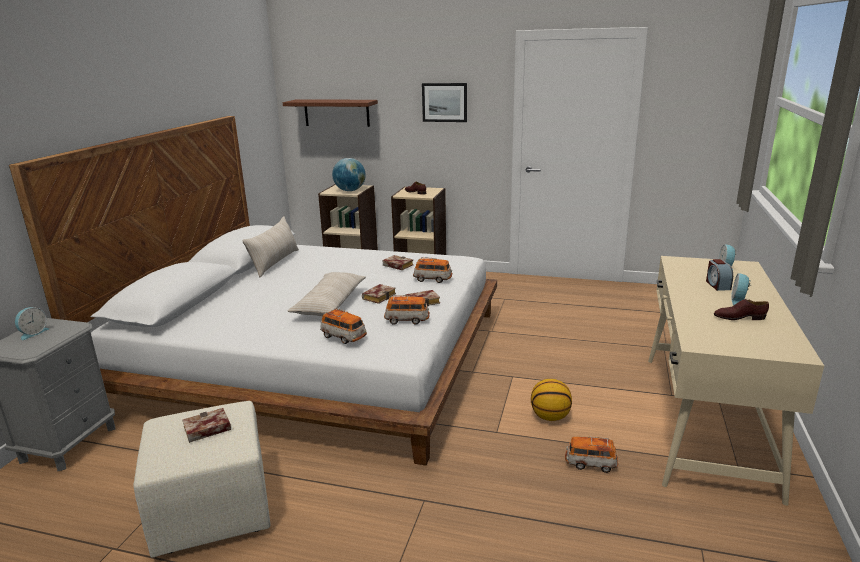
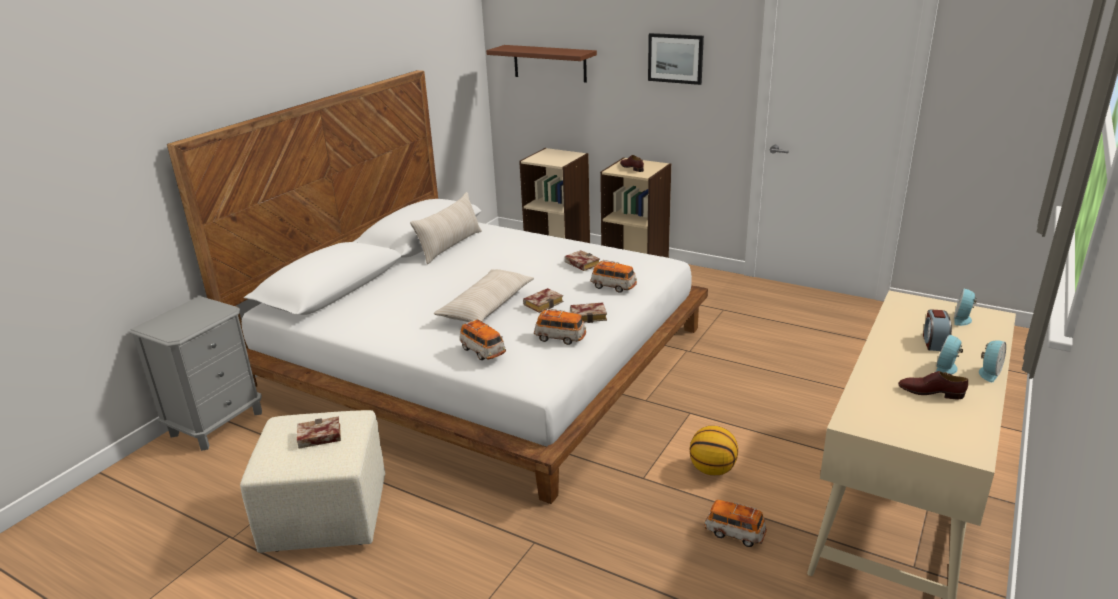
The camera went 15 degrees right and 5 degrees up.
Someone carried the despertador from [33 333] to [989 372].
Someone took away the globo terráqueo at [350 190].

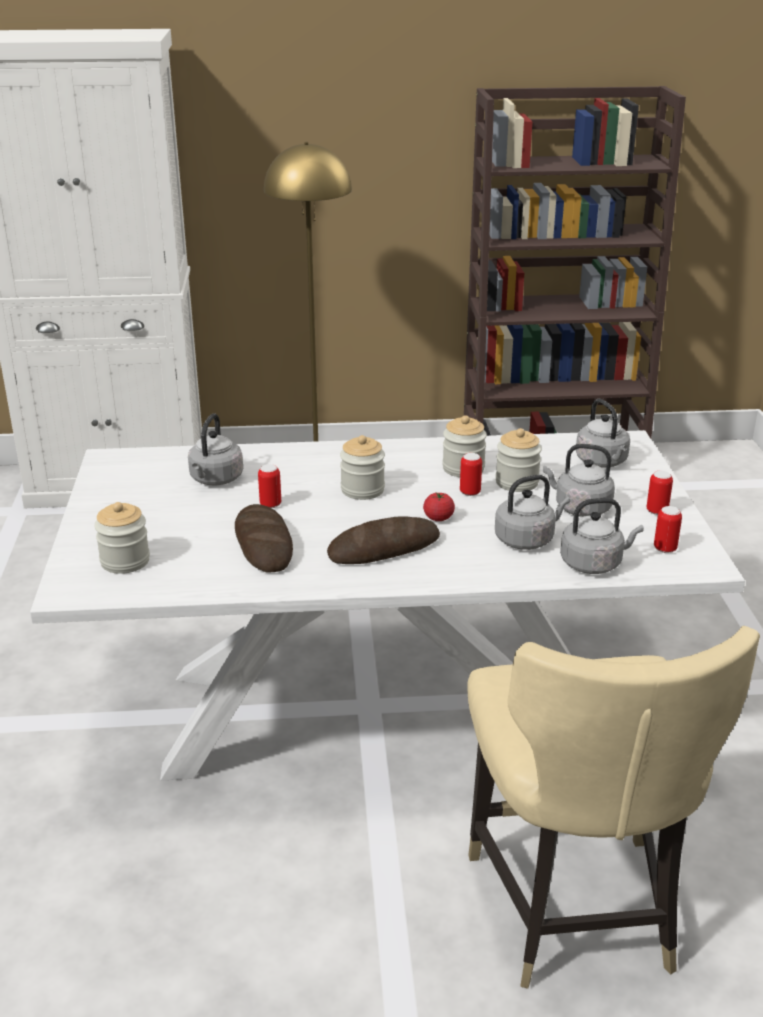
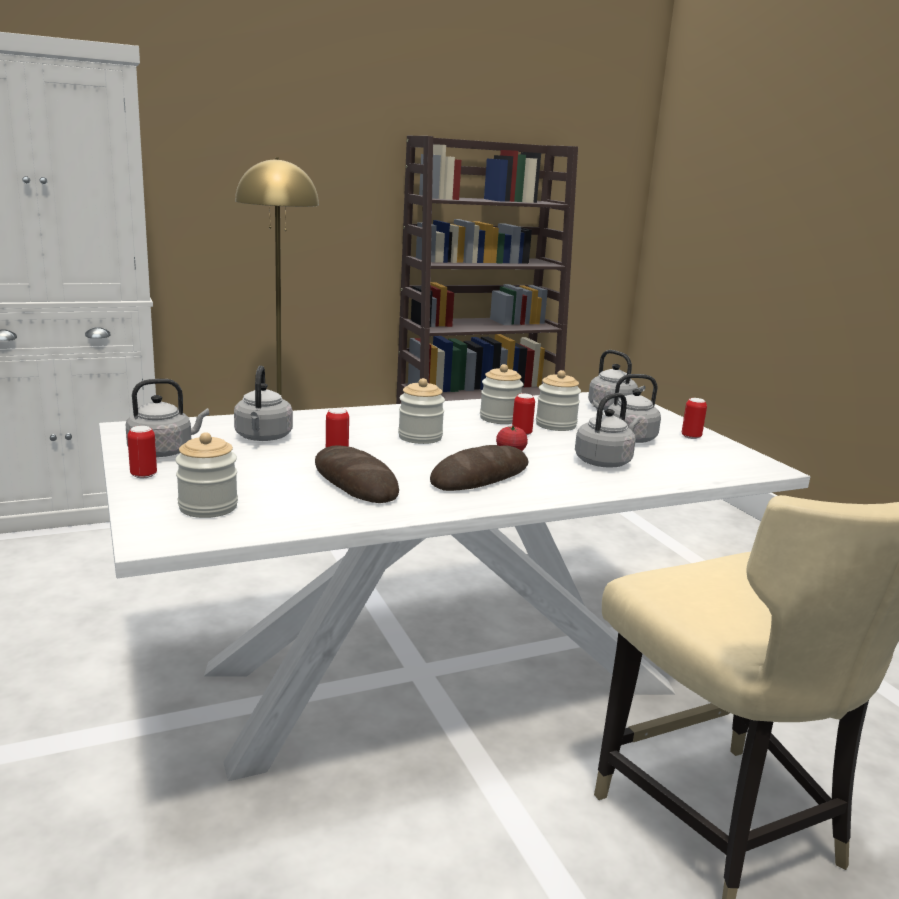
The camera went 20 degrees left and 10 degrees down.
Someone carried the hervidor/gris from [594 563] to [164 451].
Someone carried the lata from [665 549] to [143 475].

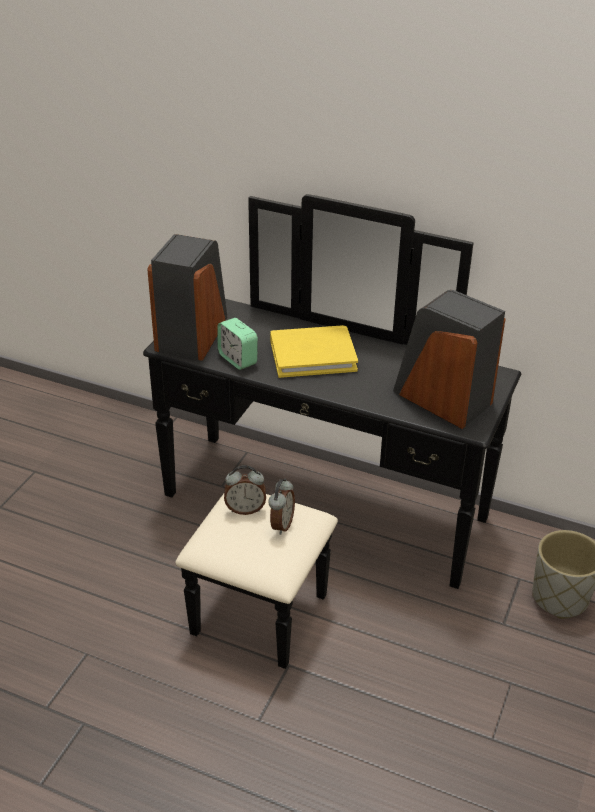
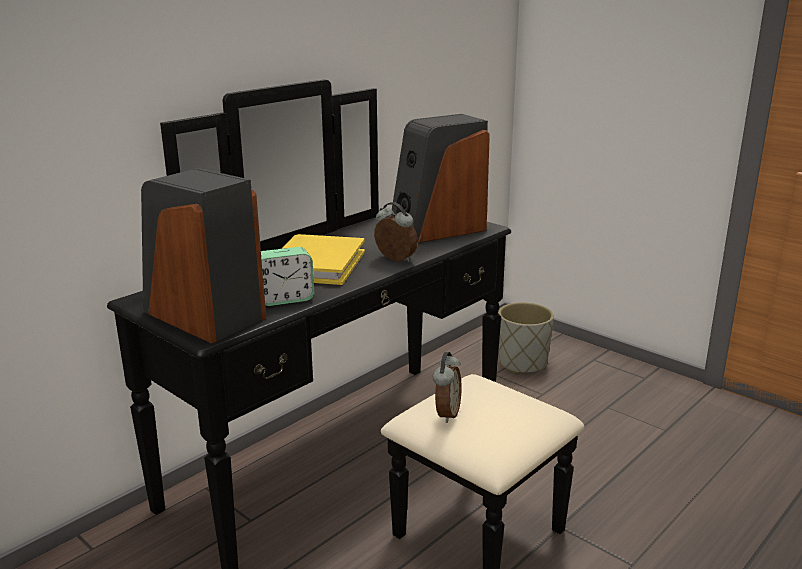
The camera went 70 degrees left and 15 degrees down.
Someone carried the despertador from [281 524] to [395 260].

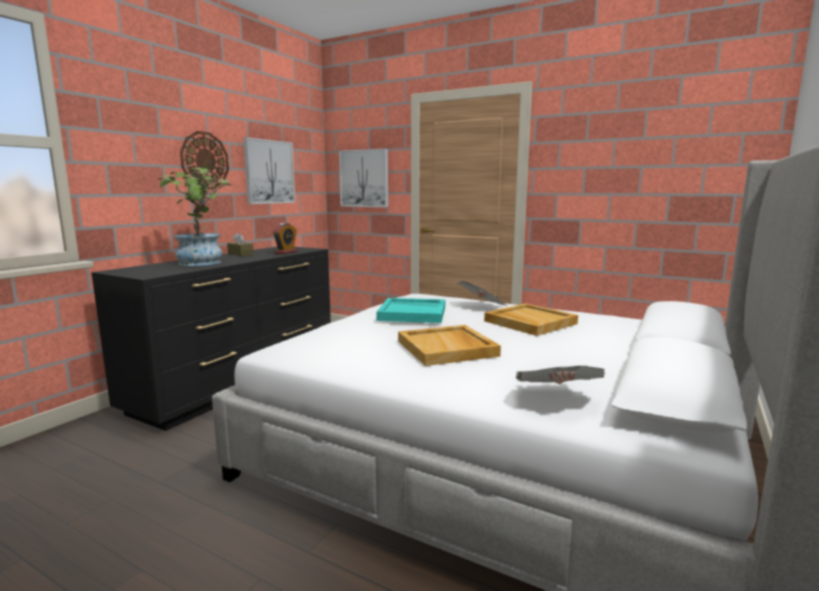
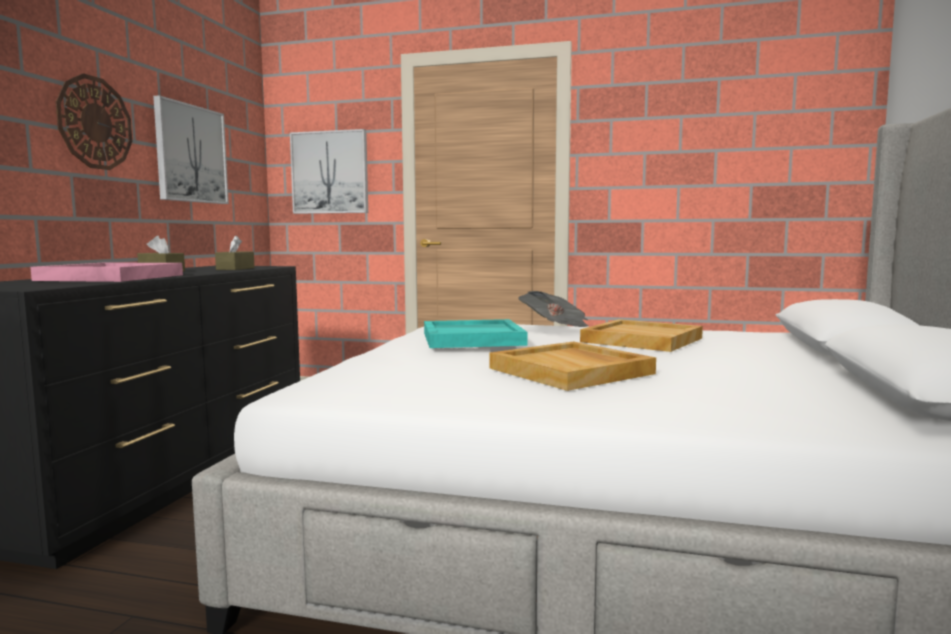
The camera went 15 degrees left and 5 degrees down.
Someone swapped the planta en maceta at [203 263] for the bandeja/rosa at [112 278].
Someone swapped the despertador at [286 252] for the caja de pañuelos/marrón at [235 269].
Someone took away the periódico at [556 398].

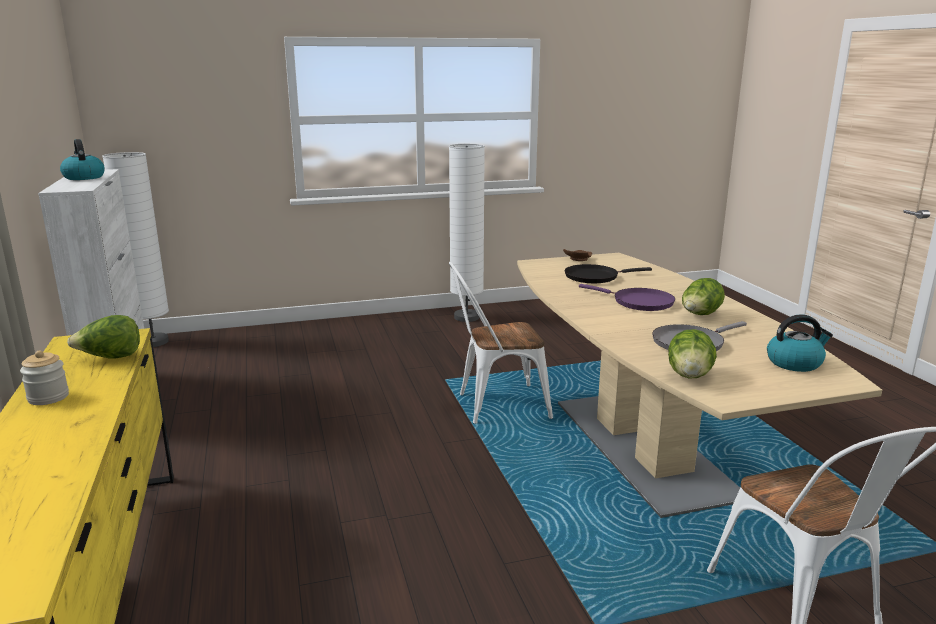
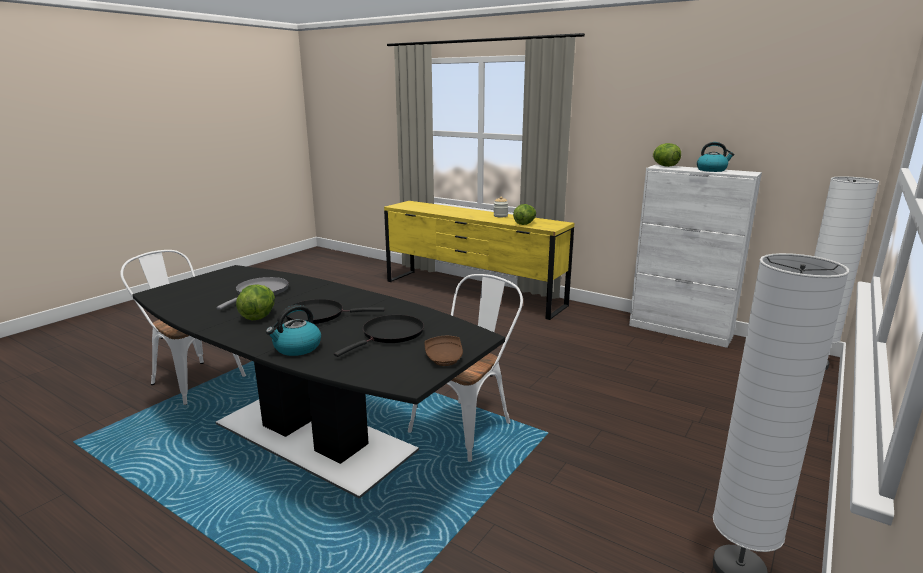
The camera went 140 degrees right and 0 degrees up.
Someone repainted the mesa de comedor/beis at [642 447], which became the mesa de comedor/negro at [314 438].
Someone carried the hervidor from [795 363] to [297 348].
Someone repainted the sartén/morado at [639 302], which became the sartén/negro at [319 315].
Someone carried the lechuga from [689 375] to [664 166].

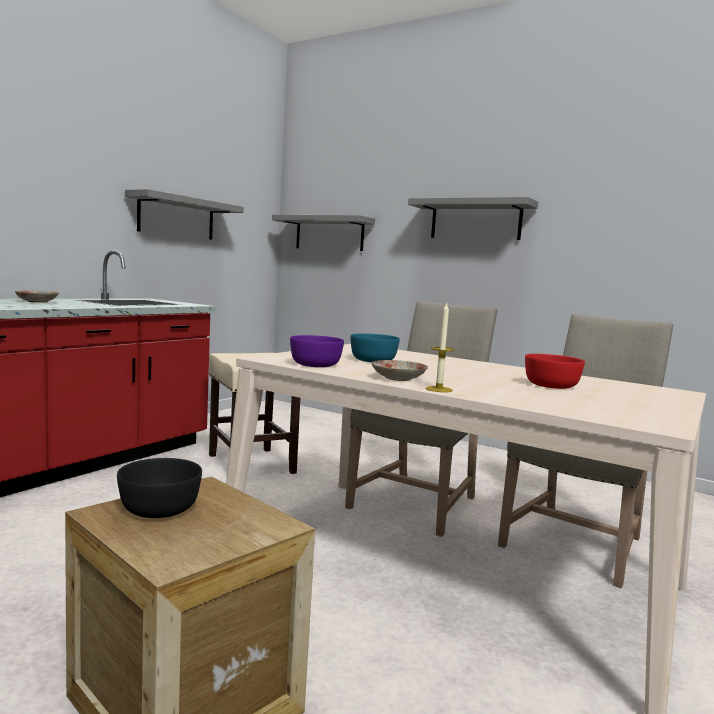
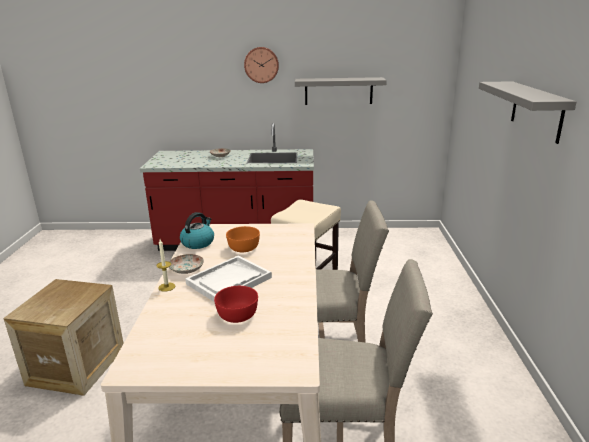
The camera went 60 degrees right and 15 degrees up.
Someone swapped the cuenco/morado at [315 365] for the hervidor at [198 242].
Someone put down the bandeja/blanco at [229 281].
Someone repainted the cuenco/turquesa at [373 360], which became the cuenco/naranja at [243 248].
Someone put up the reloj de pared at [261 65].
Someone took away the cuenco/negro at [159 509].
Someone took away the estante/gris at [329 233].

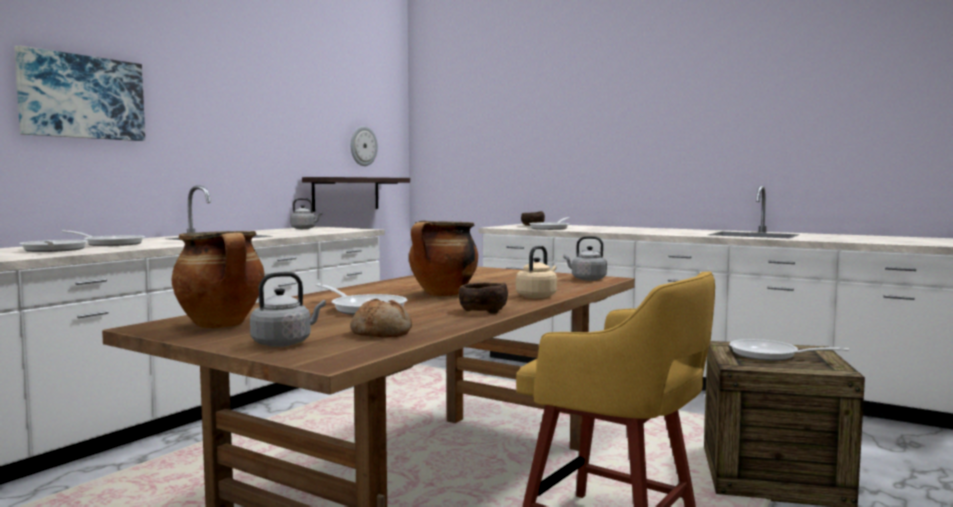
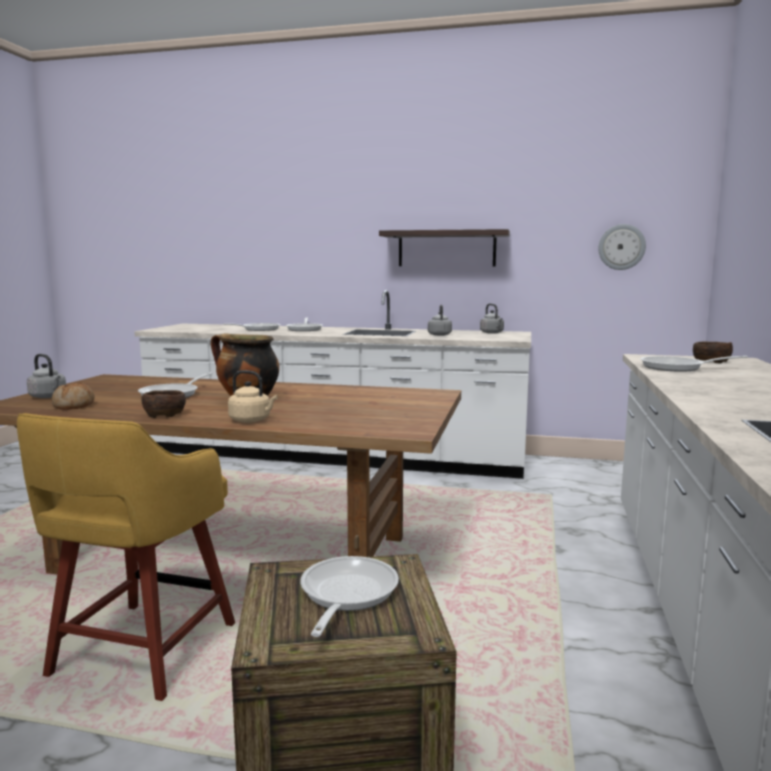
The camera went 70 degrees right and 5 degrees up.
Someone carried the estante from [346 193] to [446 249].
Someone carried the hervidor/gris from [586 279] to [439 334].
Someone took away the cuadro at [82 97].
Someone took away the olla at [222 325].

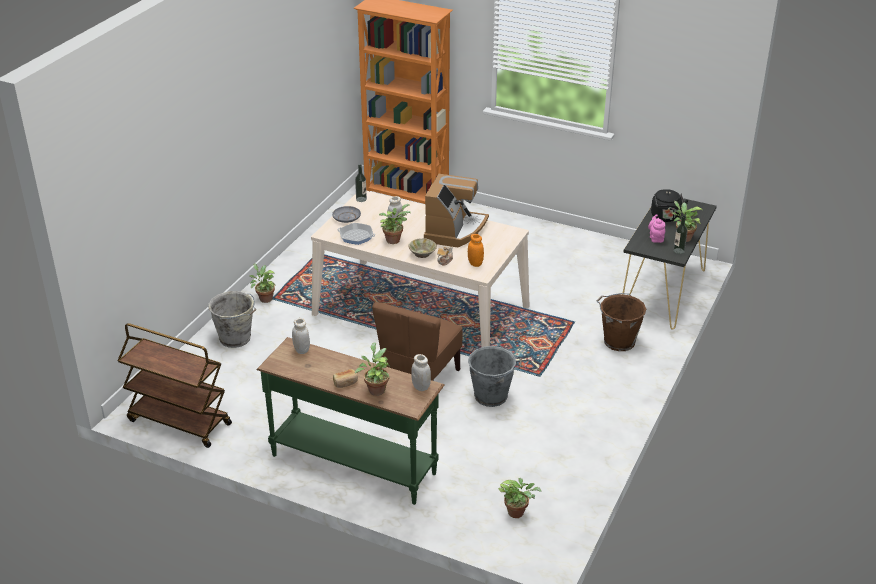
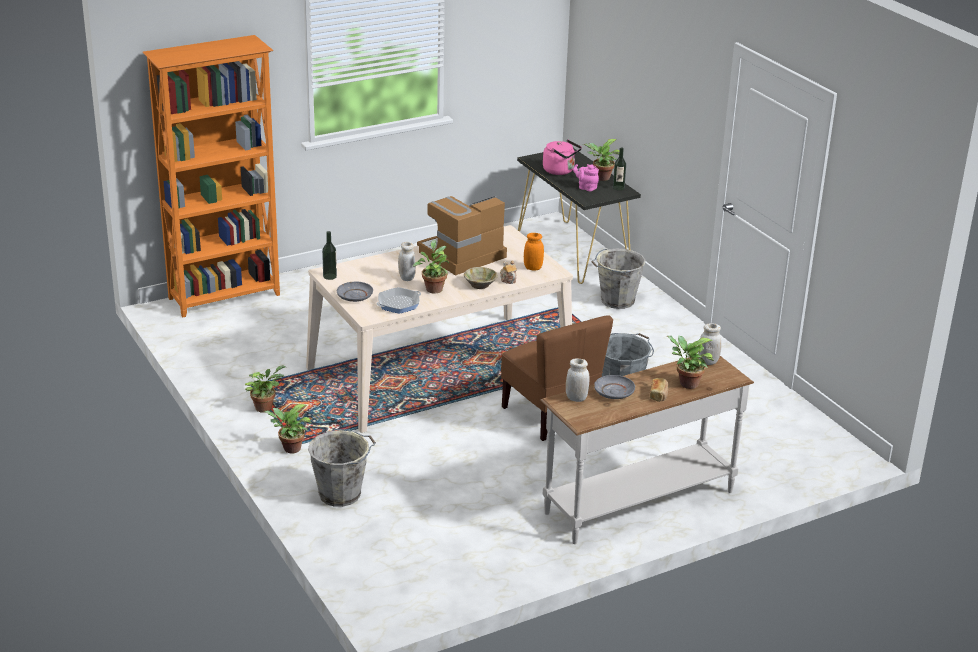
The camera went 55 degrees left and 5 degrees down.
Someone carried the planta en maceta from [518 512] to [265 407].
Someone rotated the cafetera at [454 231] by 90 degrees counterclockwise.
Someone repainted the mesa consola/verde at [354 463], which became the mesa consola/blanco at [638 501].
Someone repainted the hervidor/negro at [666 217], which became the hervidor/rosa at [560 171].
Someone repainted the cubo/marrón at [618 341], which became the cubo/gris at [616 301].
Someone put down the plato/gris at [614 392].
Someone took away the carrito/marrón at [178 422].

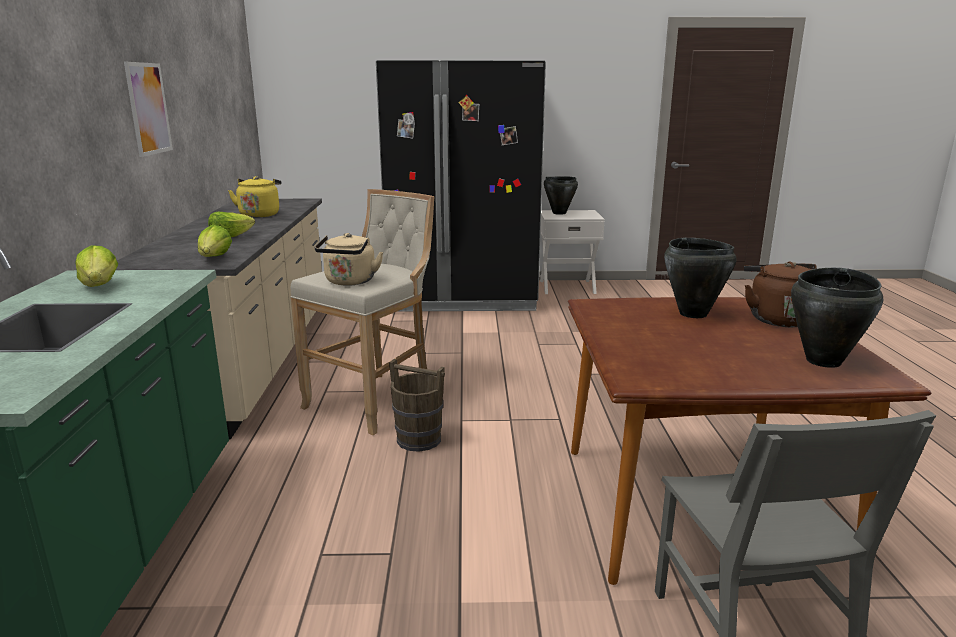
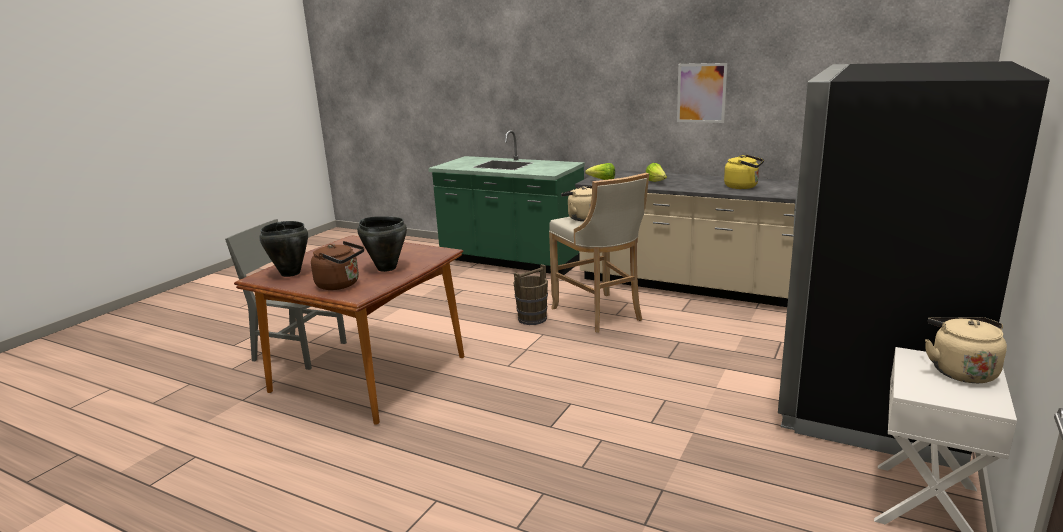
The camera went 120 degrees right and 0 degrees up.
Someone swapped the olla/negro at [559 213] for the hervidor/beis at [960 371].
Someone took away the lechuga at [100 286].

